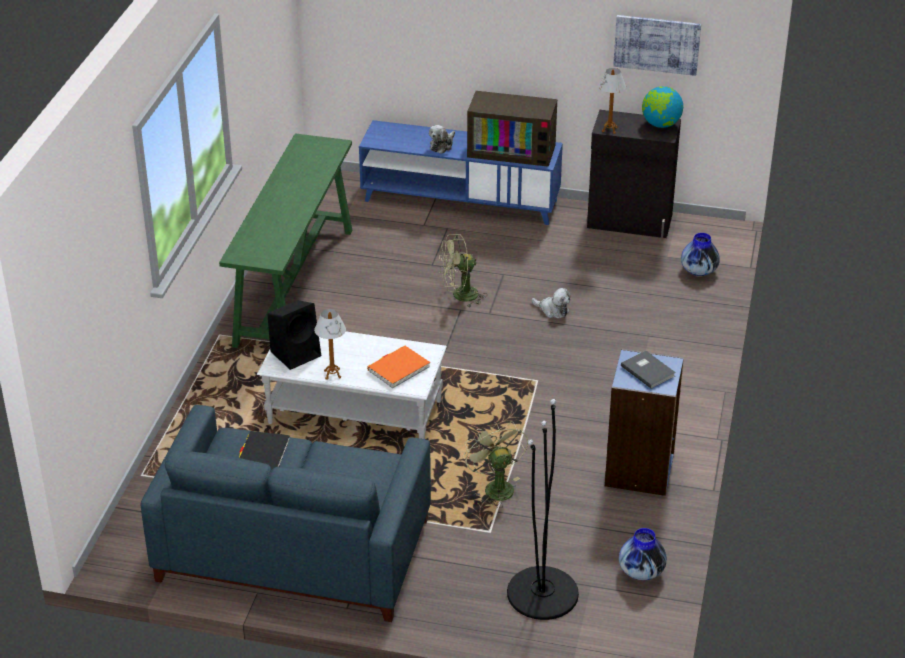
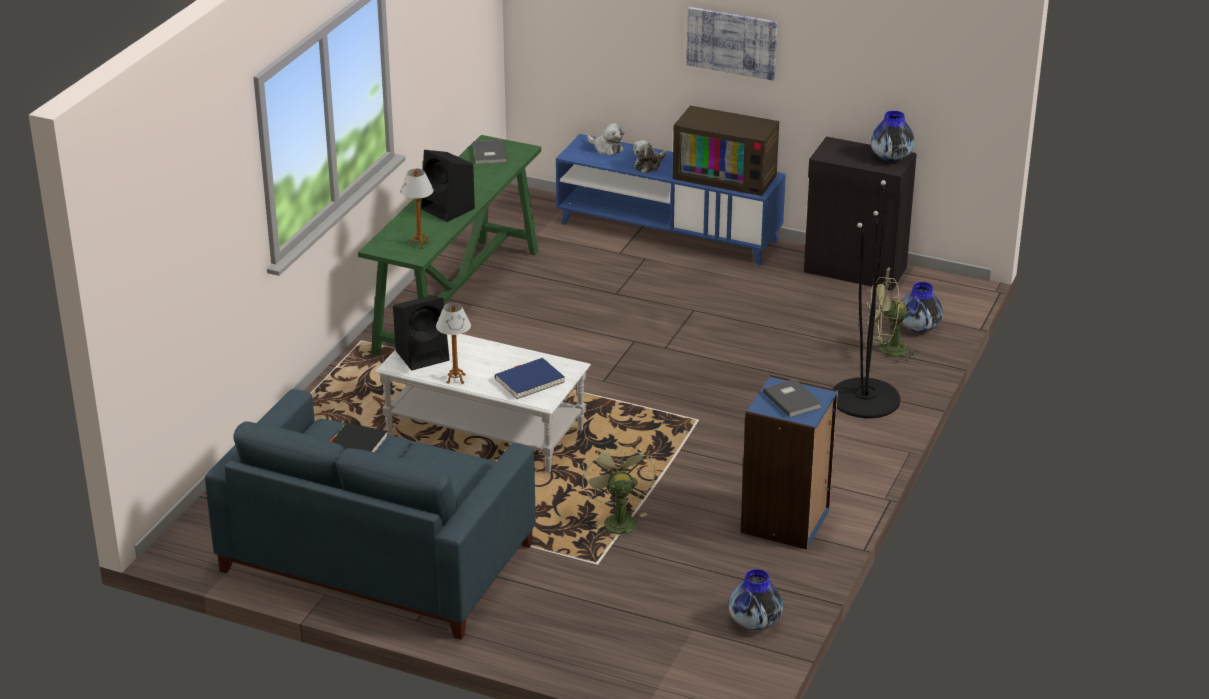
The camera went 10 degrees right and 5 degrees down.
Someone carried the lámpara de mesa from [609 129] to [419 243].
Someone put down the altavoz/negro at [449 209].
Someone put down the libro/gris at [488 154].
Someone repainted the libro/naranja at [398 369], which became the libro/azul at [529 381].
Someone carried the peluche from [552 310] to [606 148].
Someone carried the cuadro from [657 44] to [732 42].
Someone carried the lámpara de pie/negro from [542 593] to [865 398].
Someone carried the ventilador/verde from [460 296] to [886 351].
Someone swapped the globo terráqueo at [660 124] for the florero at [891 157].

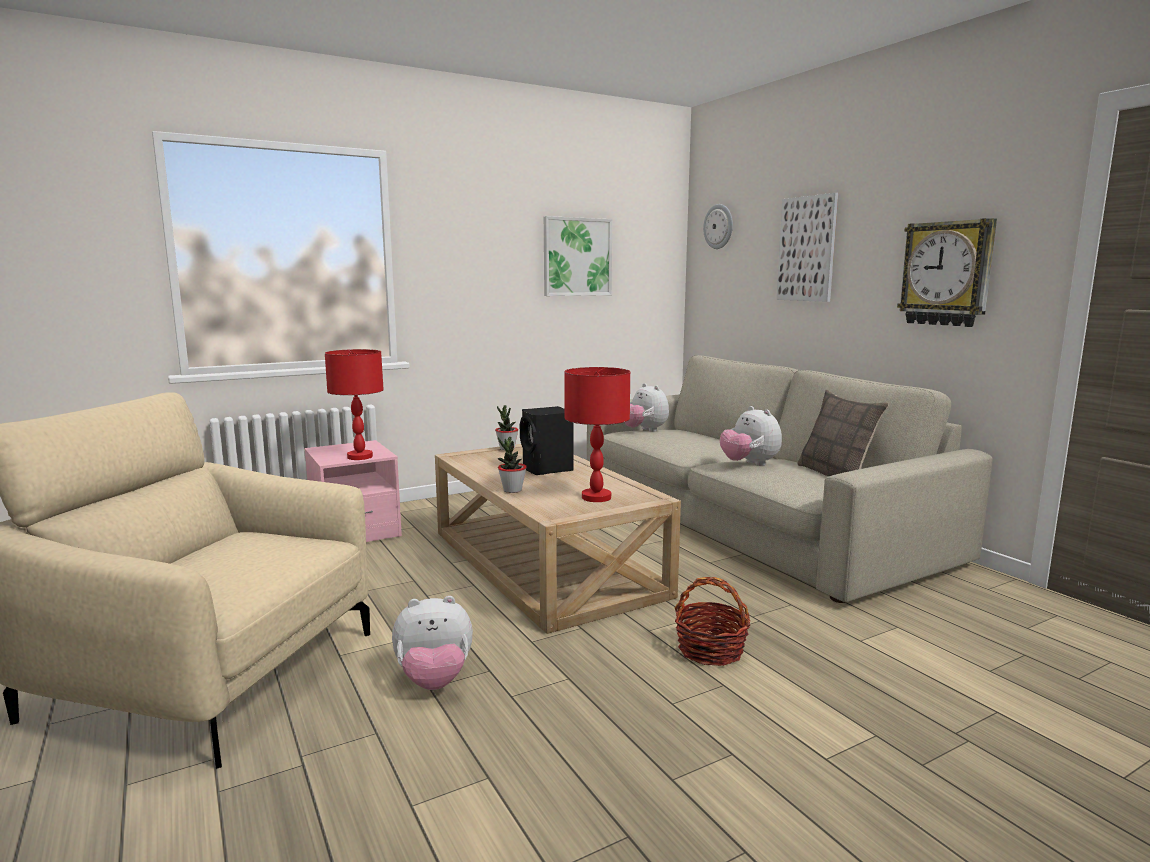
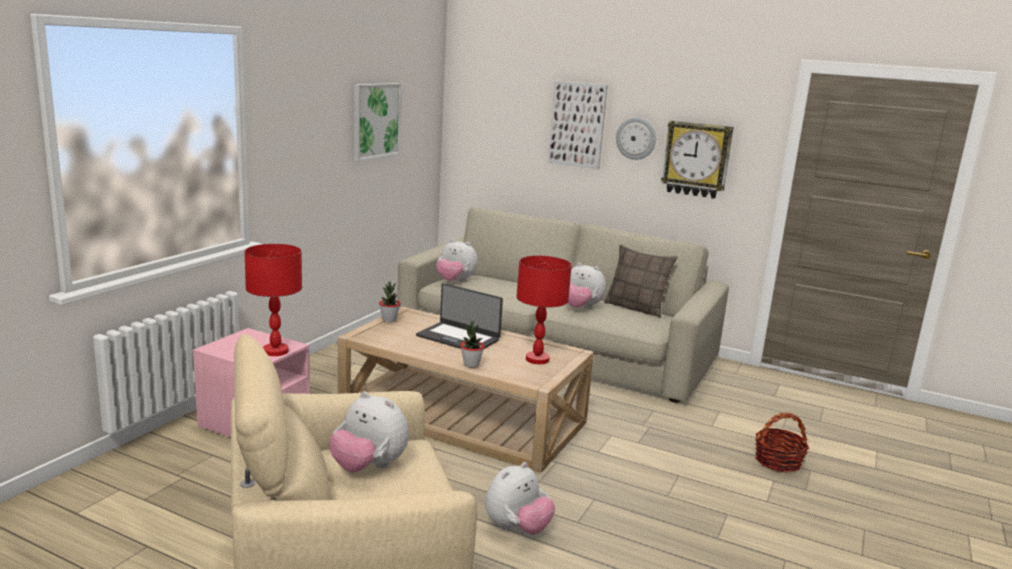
The camera went 35 degrees left and 5 degrees up.
Someone put down the peluche at [368 467].
Someone swapped the altavoz/negro at [547 469] for the portátil at [458 337].
Someone carried the reloj de pared from [719 226] to [636 138].
Someone carried the cesta from [710 650] to [778 461].

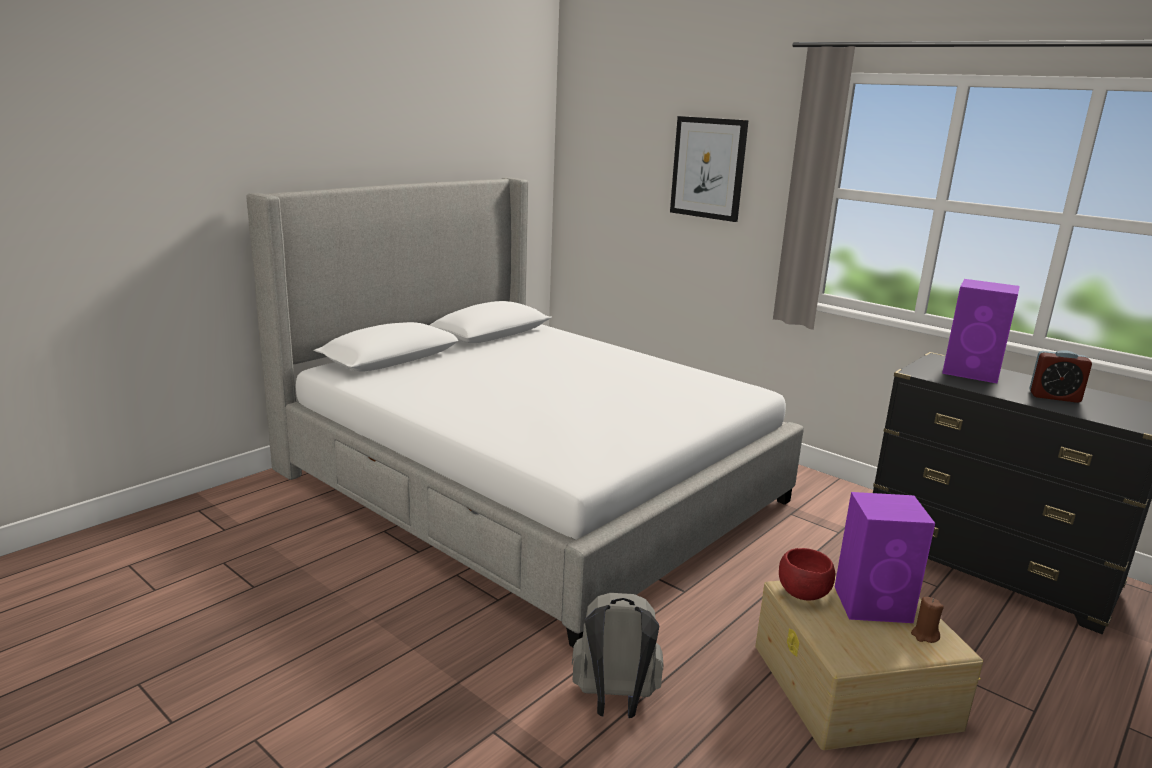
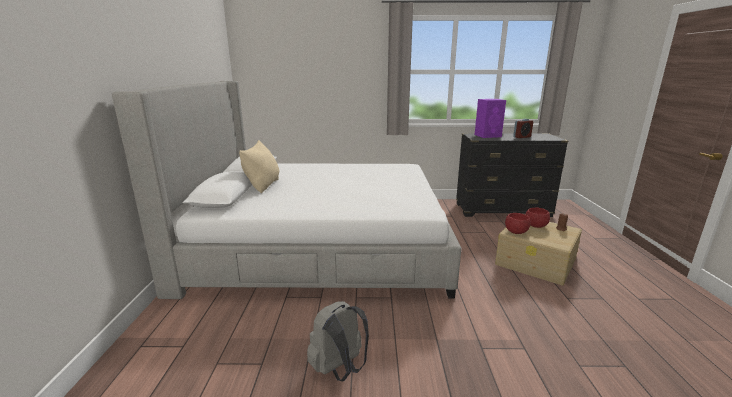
The camera went 40 degrees left and 0 degrees up.
Someone put down the cojín/beis at [263 186].
Someone carried the mochila/gris from [615 701] to [339 369].
Someone swapped the altavoz/morado at [874 604] for the cuenco/rojo at [535 226].
Someone took away the cuadro at [708 168].

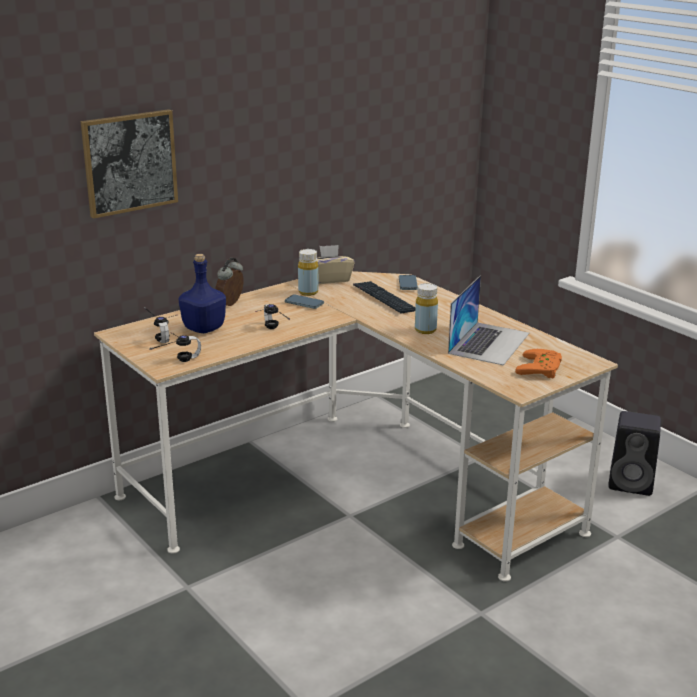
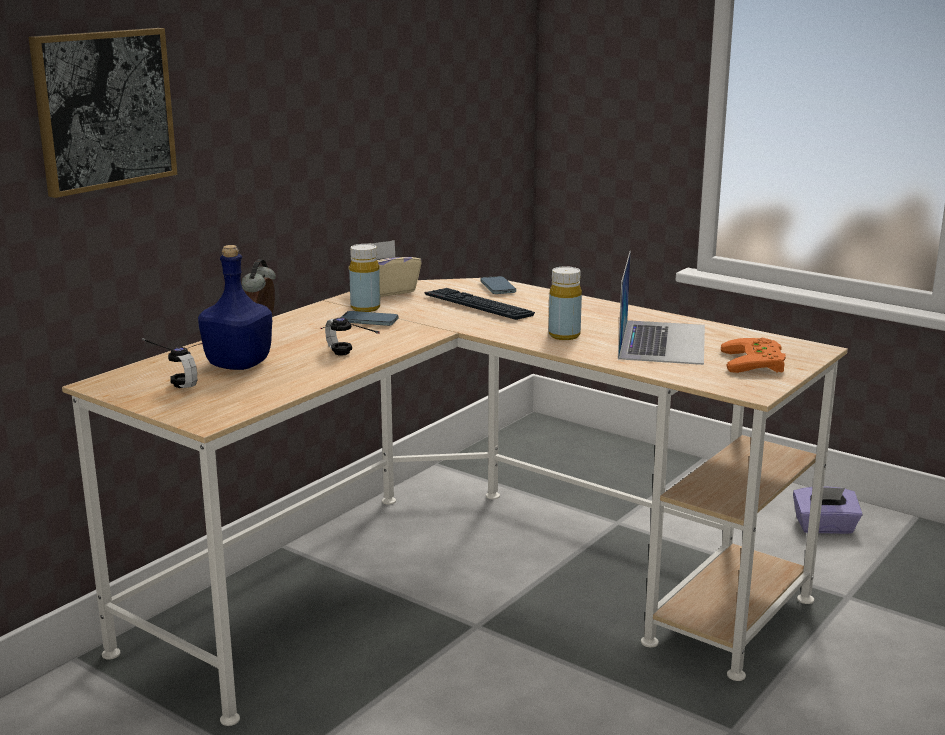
The camera went 15 degrees left and 5 degrees down.
Someone swapped the altavoz/negro at [632 483] for the caja de pañuelos/morado at [824 527].
Someone took away the auriculares at [173 360].

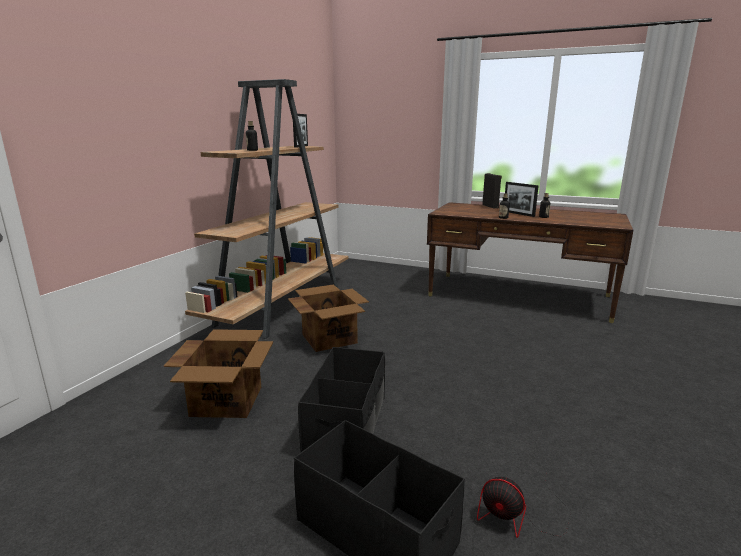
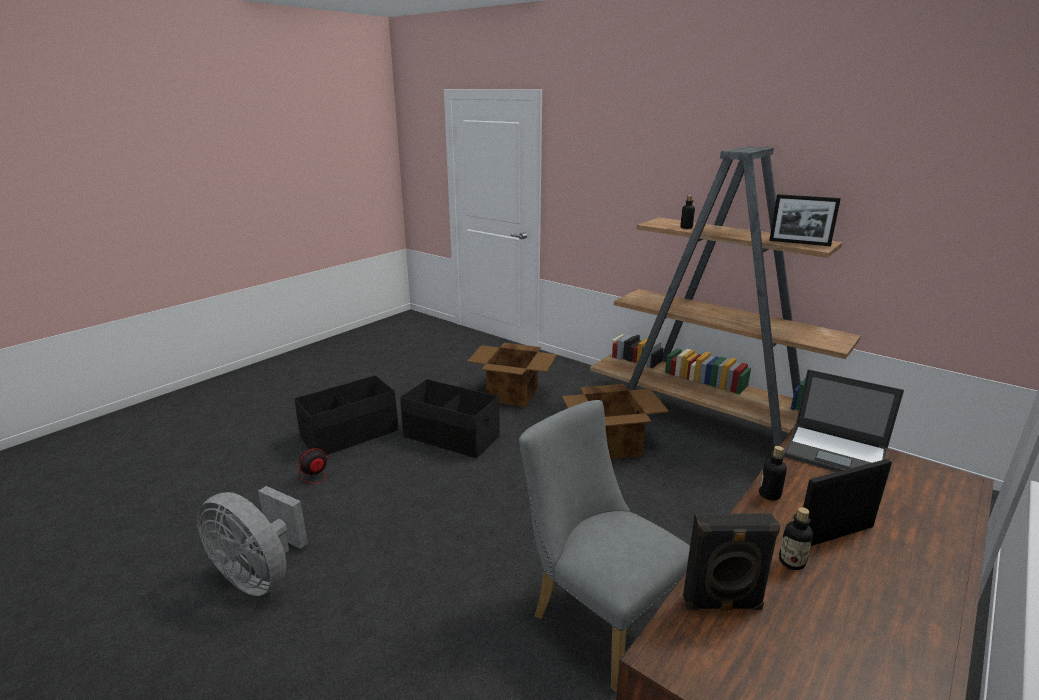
The camera went 105 degrees right and 5 degrees up.
Someone put down the ventilador/gris at [260 575].
Someone put down the silla/gris at [597 617].
Someone carried the altavoz/negro from [491 206] to [722 605].
Someone put down the portátil at [836 453].

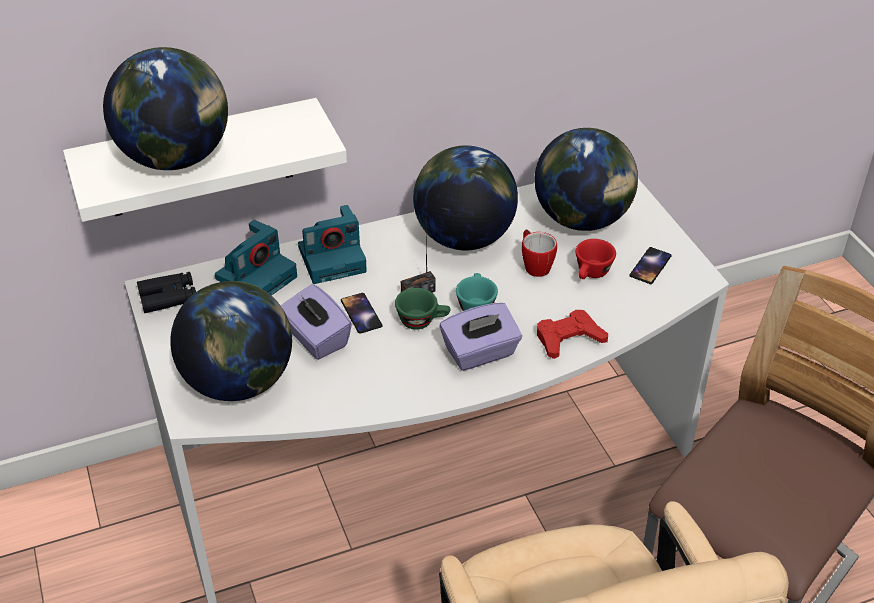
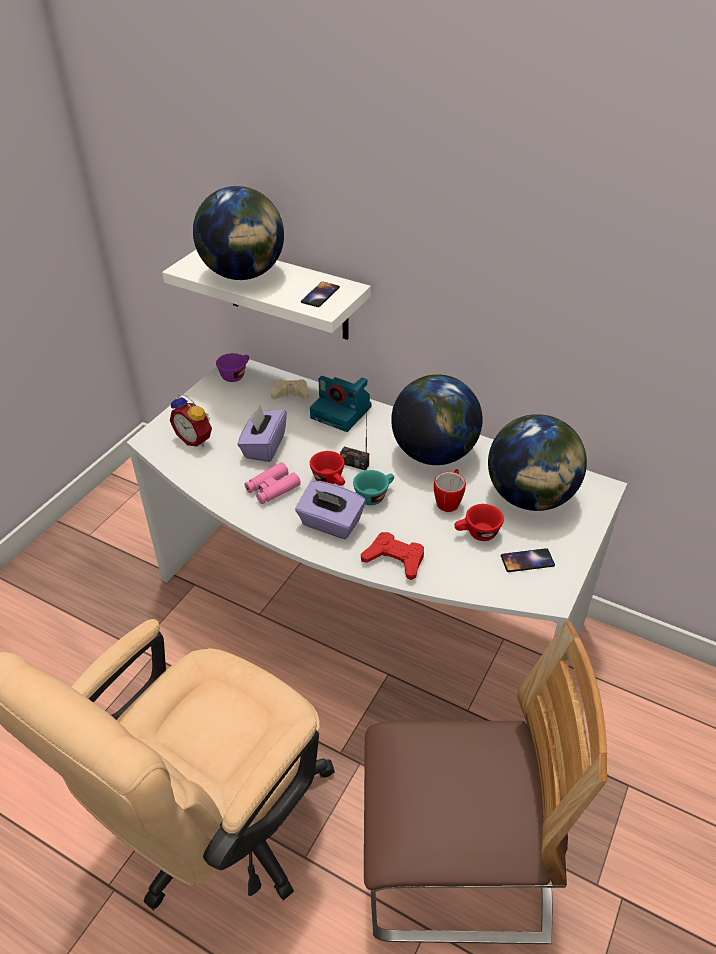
The camera went 50 degrees right and 0 degrees up.
Someone swapped the globo terráqueo at [239 381] for the despertador at [196 439].
Someone swapped the prismáticos/negro at [168 297] for the taza/morado at [235 375].
Someone put down the prismáticos/rosa at [272 488].
Someone swapped the cámara at [257 276] for the mando de consola/beis at [290 394].
Someone carried the móvil from [361 313] to [320 295].
Someone repainted the taza/verde at [422 321], which became the taza/rojo at [331 481].

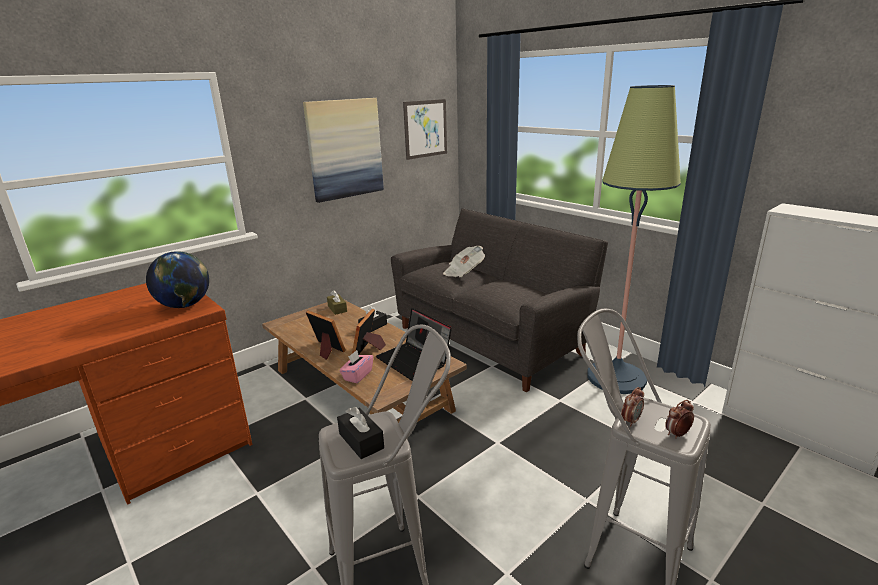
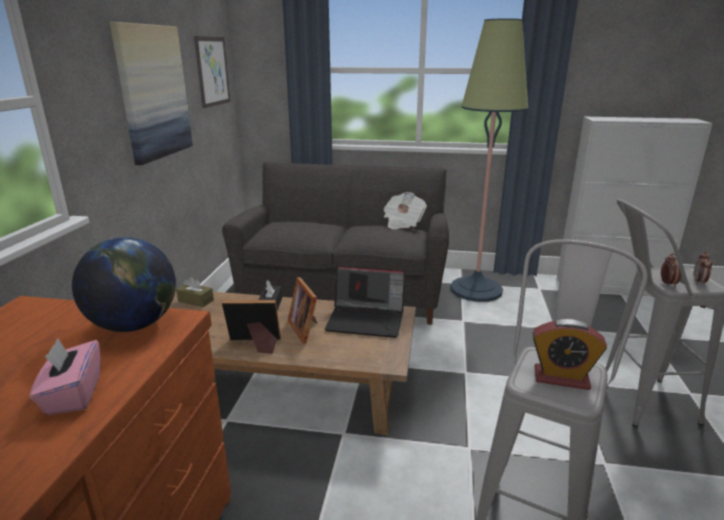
The camera went 40 degrees left and 0 degrees up.
Someone carried the caja de pañuelos/rosa from [357 375] to [73 394].
Someone carried the periódico from [463 272] to [403 222].
Someone swapped the caja de pañuelos/negro at [361 441] for the despertador at [561 378].

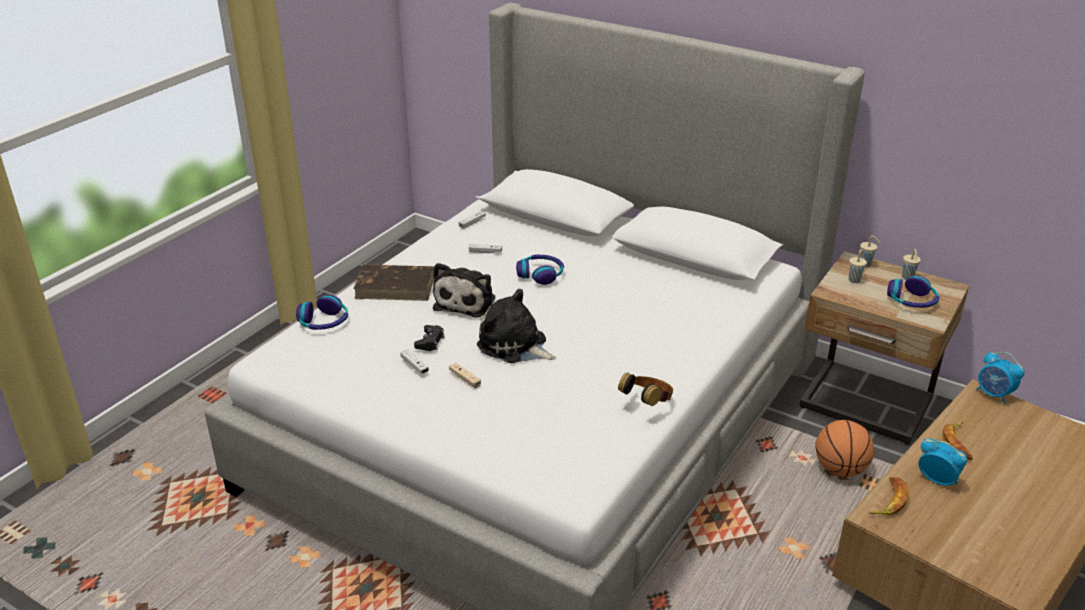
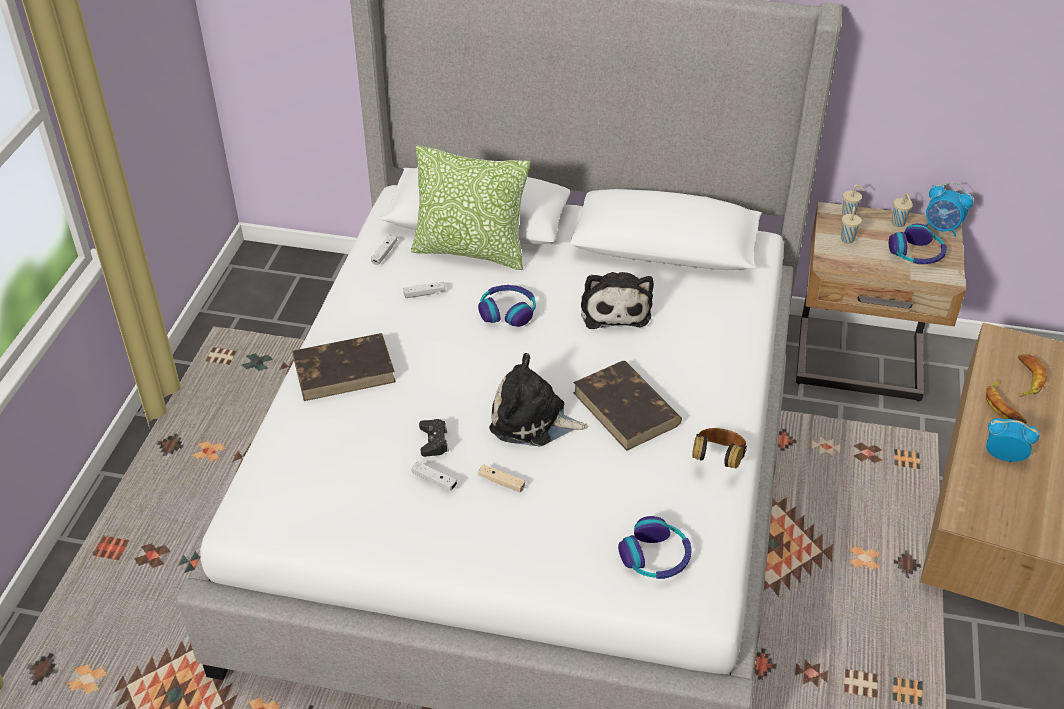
The camera went 20 degrees left and 10 degrees up.
Someone put down the cojín at [471 251].
Someone put down the libro/marrón at [627 409].
Someone carried the peluche from [467 302] to [614 308].
Someone carried the auriculares from [324 322] to [655 557].
Someone carried the despertador from [994 394] to [941 228].
Someone carried the plátano from [888 500] to [1026 379].
Someone took away the balón de baloncesto at [840 469].

